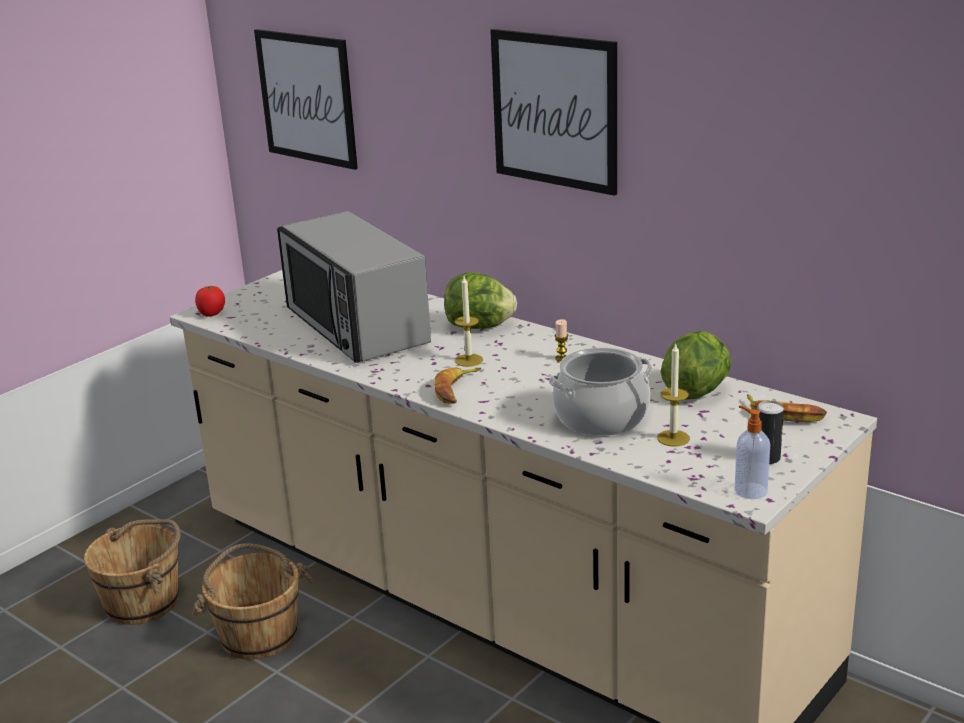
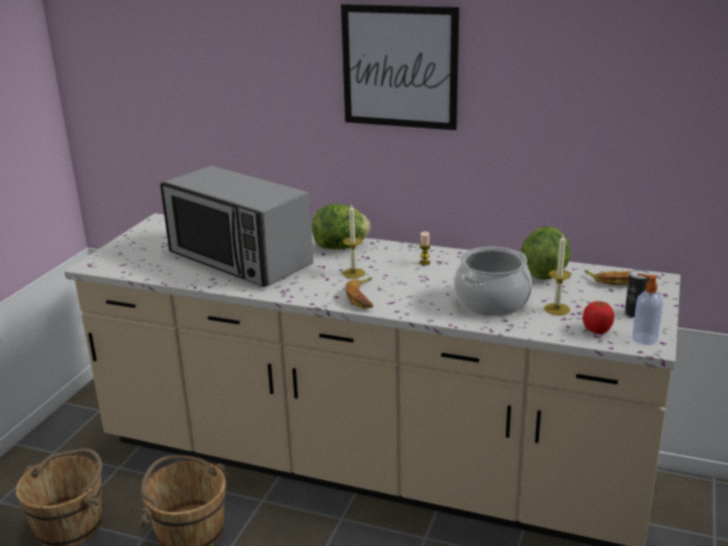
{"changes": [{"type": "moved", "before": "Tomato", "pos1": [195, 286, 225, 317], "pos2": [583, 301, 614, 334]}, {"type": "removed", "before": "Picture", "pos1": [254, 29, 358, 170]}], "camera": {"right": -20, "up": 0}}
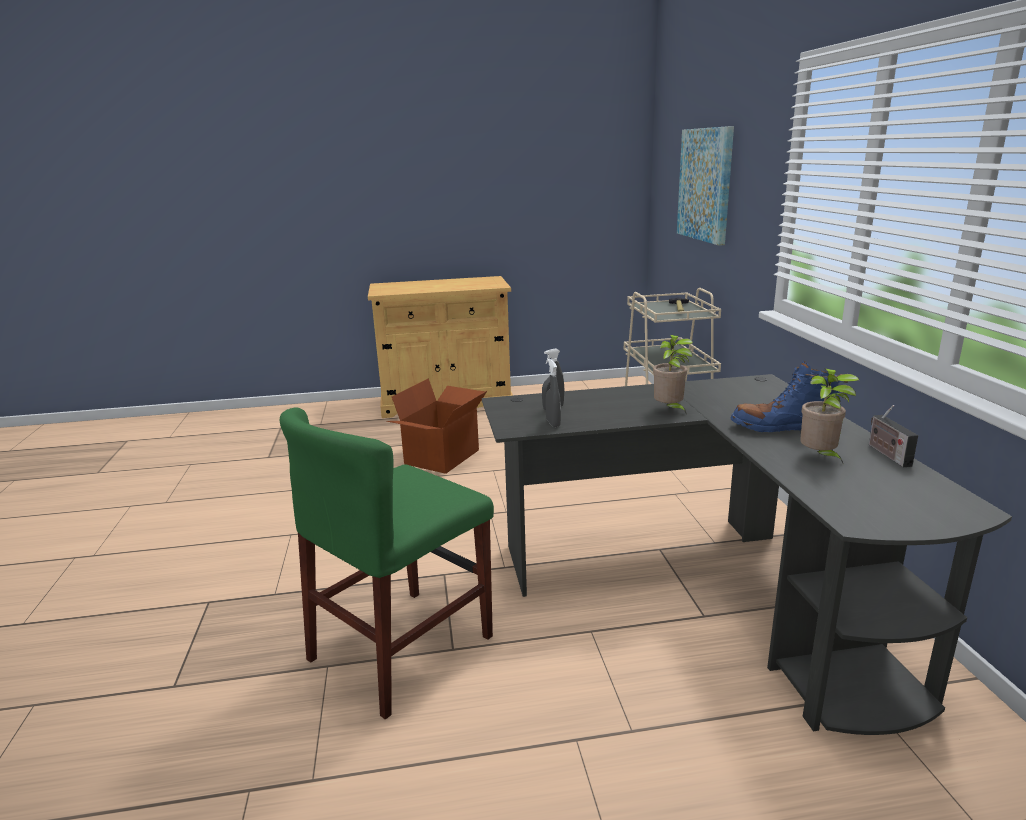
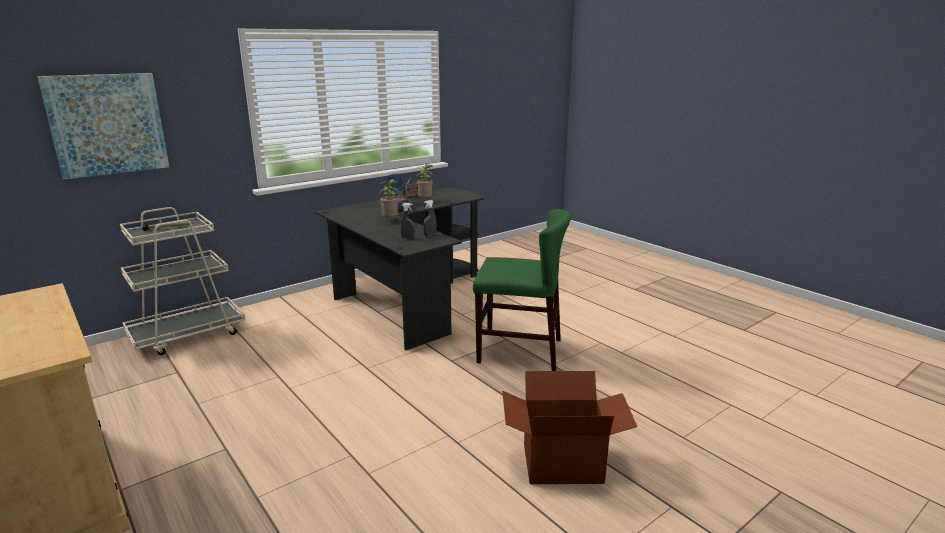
{"changes": [{"type": "moved", "before": "CardboardBox", "pos1": [386, 378, 488, 474], "pos2": [502, 371, 637, 484]}], "camera": {"right": -120, "up": 0}}
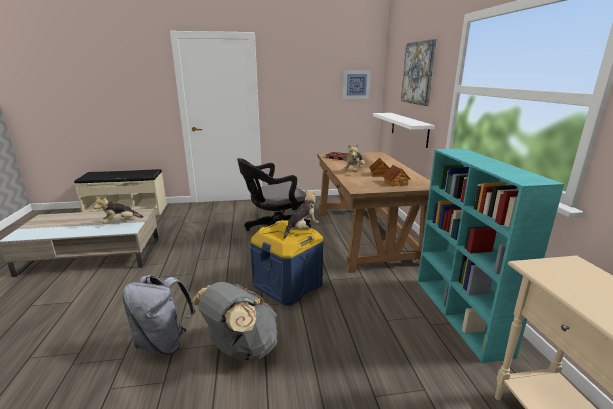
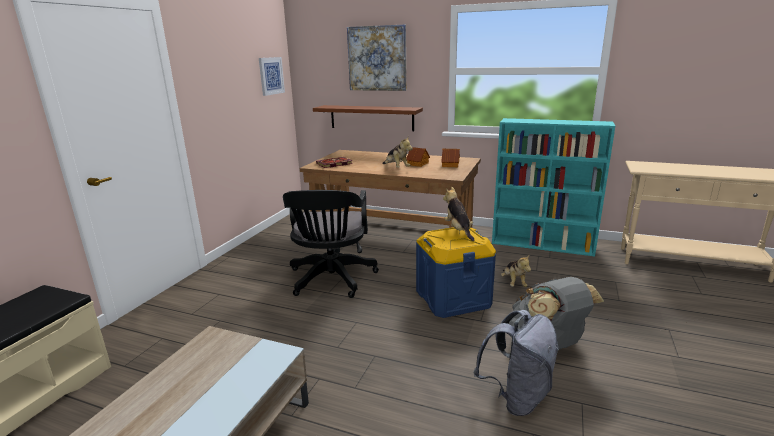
{"changes": [{"type": "recoloured", "before": "WhiteShelf", "after": "BrownShelf", "pos1": [373, 113, 435, 148], "pos2": [313, 105, 423, 131]}, {"type": "moved", "before": "PlushToy", "pos1": [94, 196, 144, 223], "pos2": [501, 254, 531, 287]}], "camera": {"right": -60, "up": 0}}
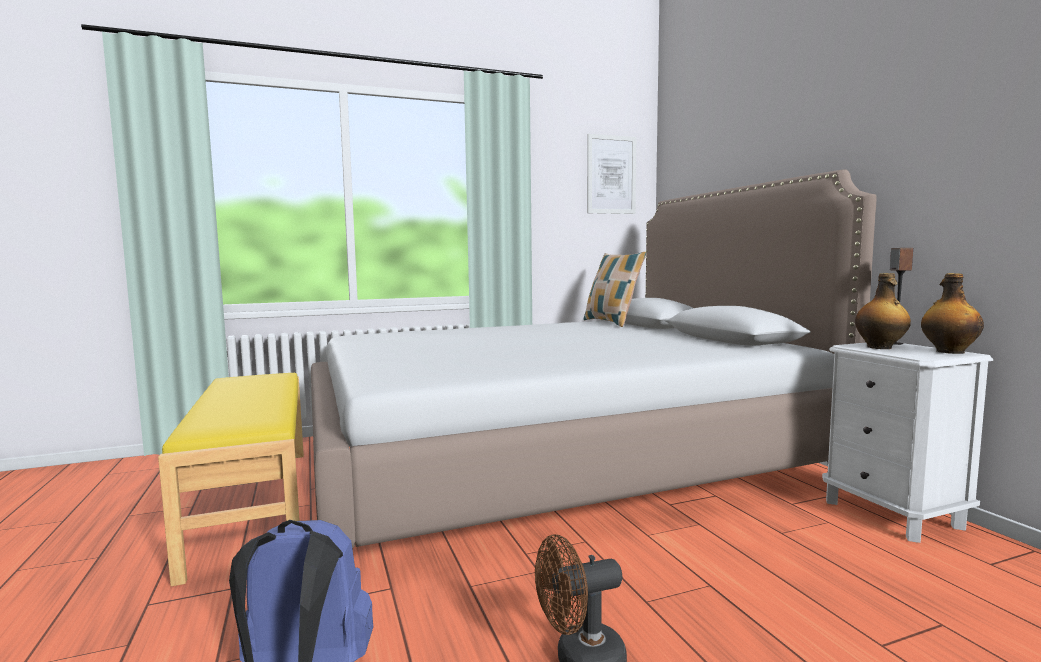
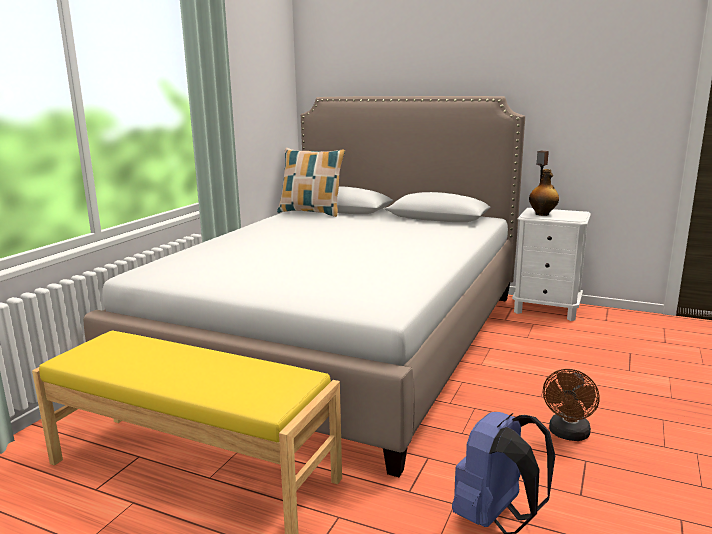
{"changes": [{"type": "removed", "before": "Picture", "pos1": [587, 134, 636, 214]}, {"type": "removed", "before": "Bottle", "pos1": [921, 273, 984, 354]}], "camera": {"right": -45, "up": 10}}
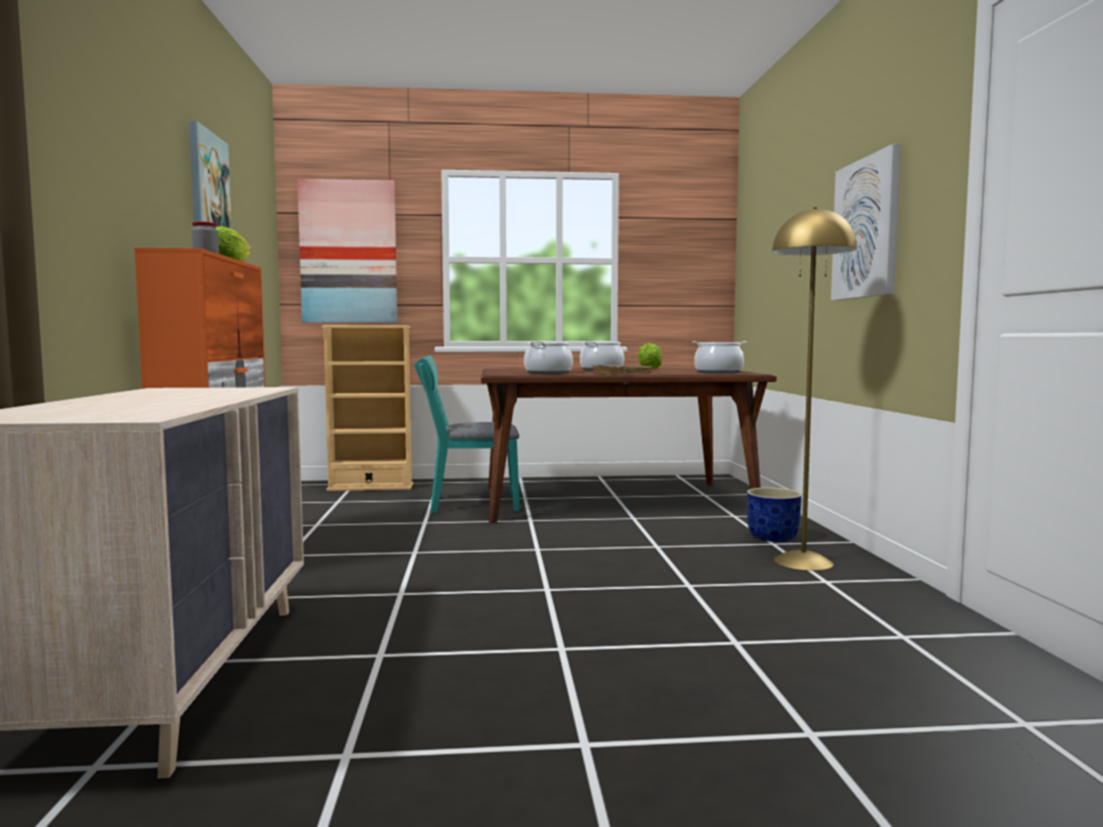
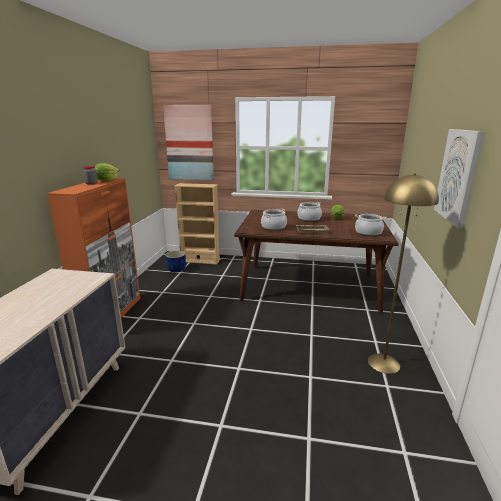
{"changes": [{"type": "moved", "before": "BluePlanter", "pos1": [747, 488, 802, 542], "pos2": [165, 250, 186, 272]}, {"type": "removed", "before": "Picture", "pos1": [189, 121, 232, 229]}, {"type": "removed", "before": "TurquoiseChair", "pos1": [413, 356, 520, 513]}], "camera": {"right": 15, "up": 15}}
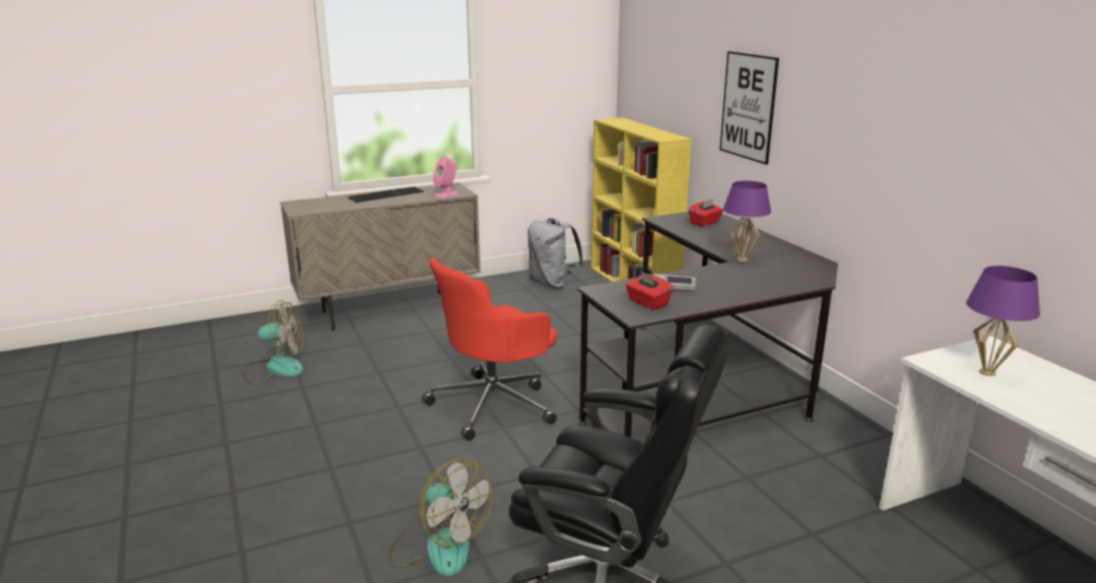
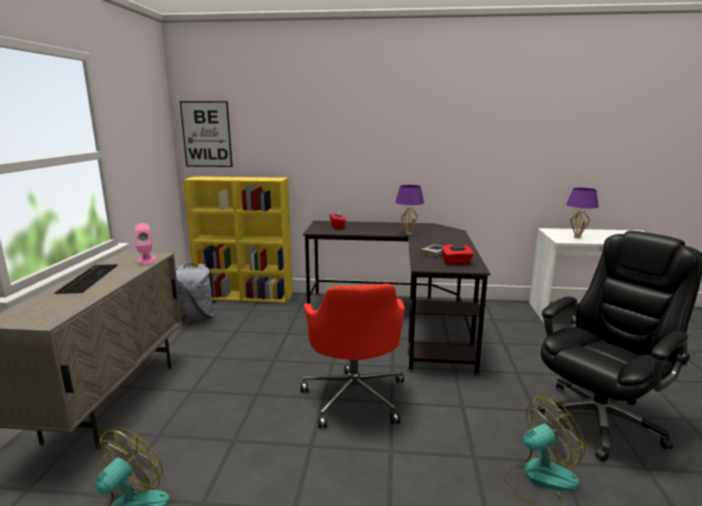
{"changes": [{"type": "moved", "before": "Picture", "pos1": [720, 51, 779, 165], "pos2": [180, 101, 233, 167]}], "camera": {"right": -60, "up": -5}}
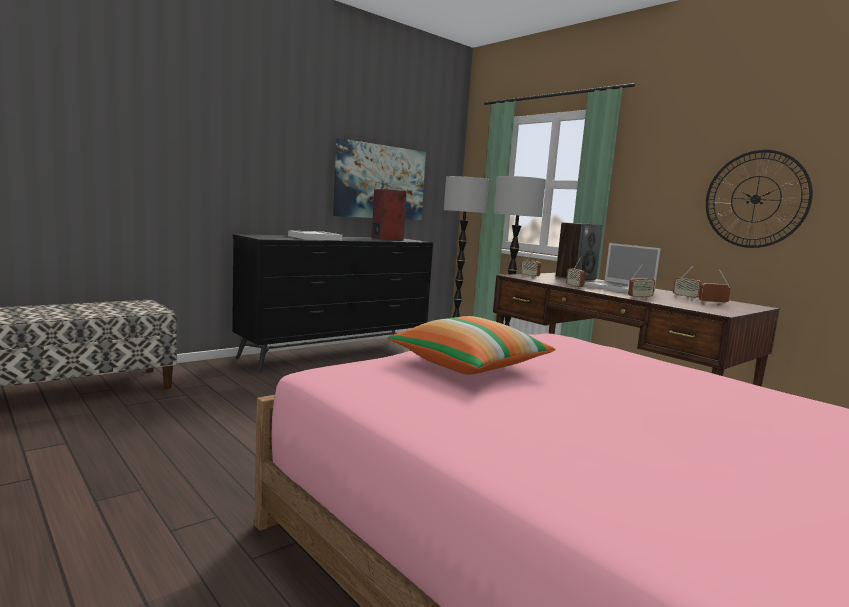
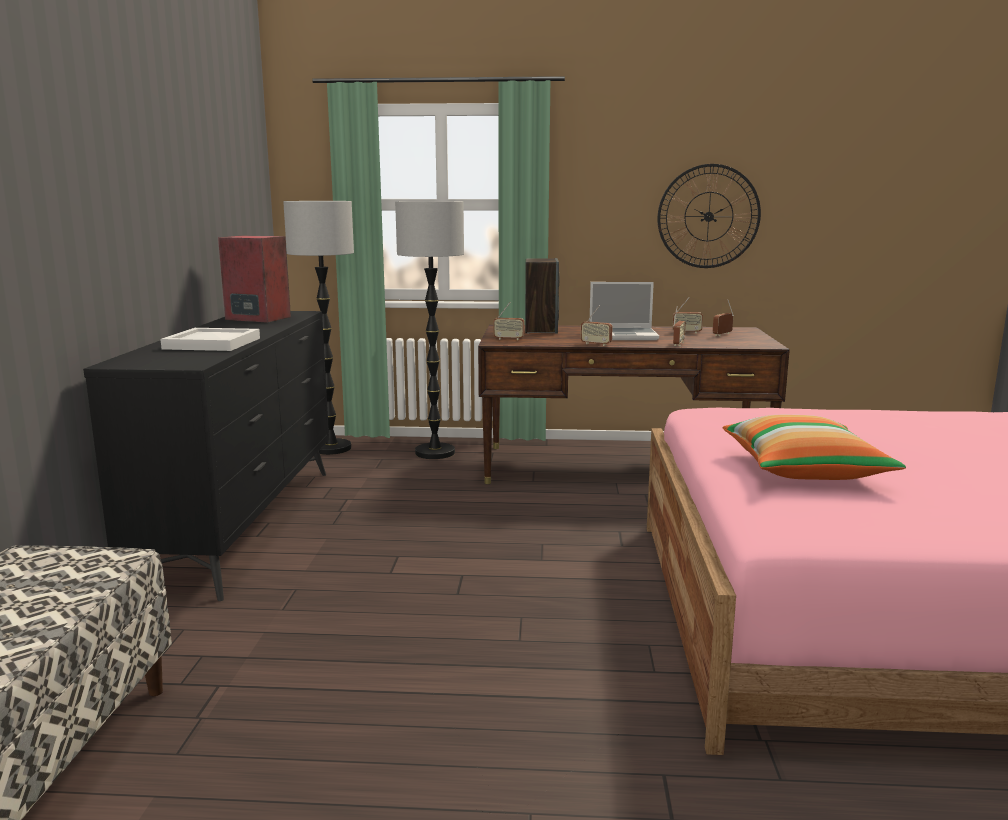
{"changes": [{"type": "removed", "before": "Picture", "pos1": [333, 138, 426, 220]}], "camera": {"right": -45, "up": 5}}
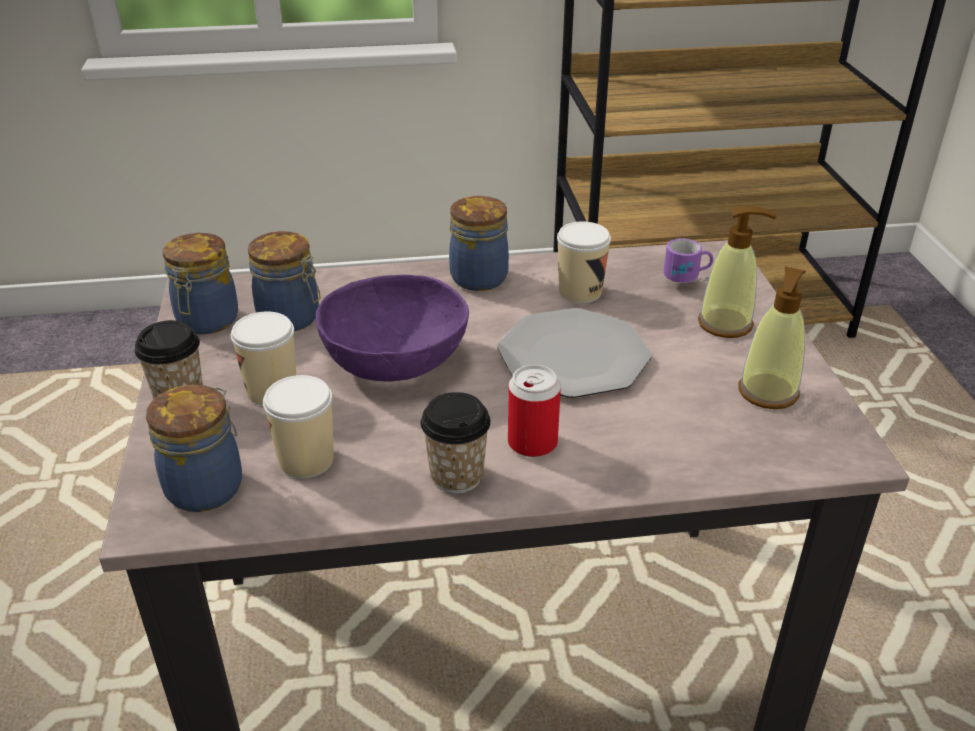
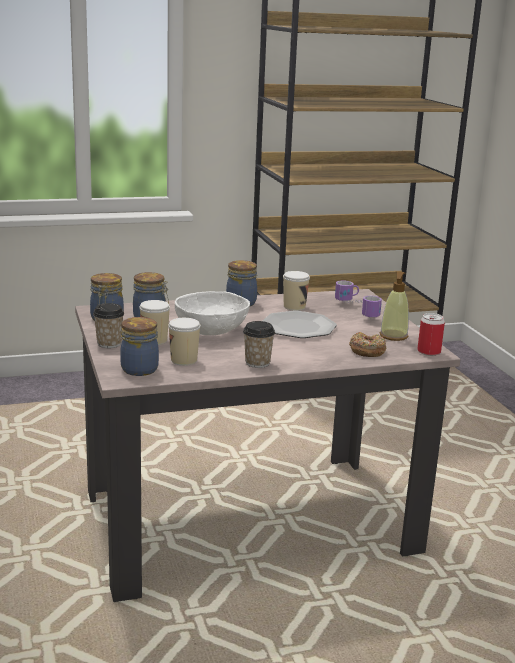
{"changes": [{"type": "recoloured", "before": "PurpleBowl", "after": "WhiteBowl", "pos1": [316, 275, 469, 382], "pos2": [175, 291, 250, 335]}, {"type": "added", "after": "Donut", "pos2": [349, 332, 386, 357]}, {"type": "replaced", "before": "SoapDispenser", "after": "Mug", "pos1": [698, 206, 776, 338], "pos2": [362, 296, 382, 318]}, {"type": "moved", "before": "Can", "pos1": [508, 365, 561, 457], "pos2": [417, 313, 445, 356]}], "camera": {"right": -10, "up": -15}}
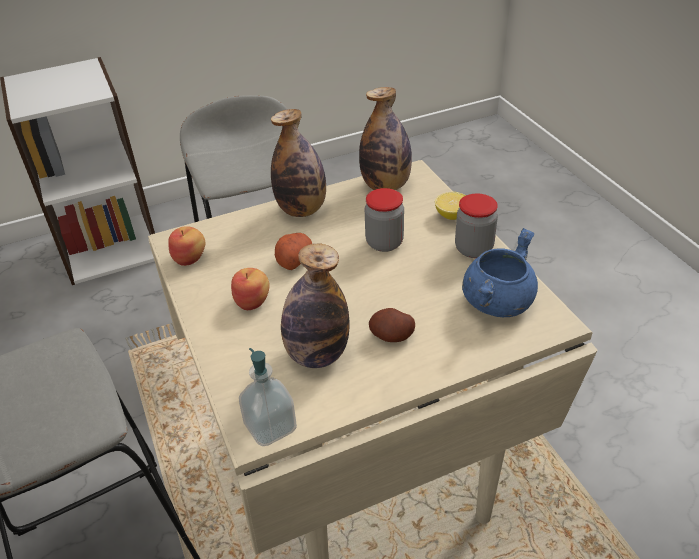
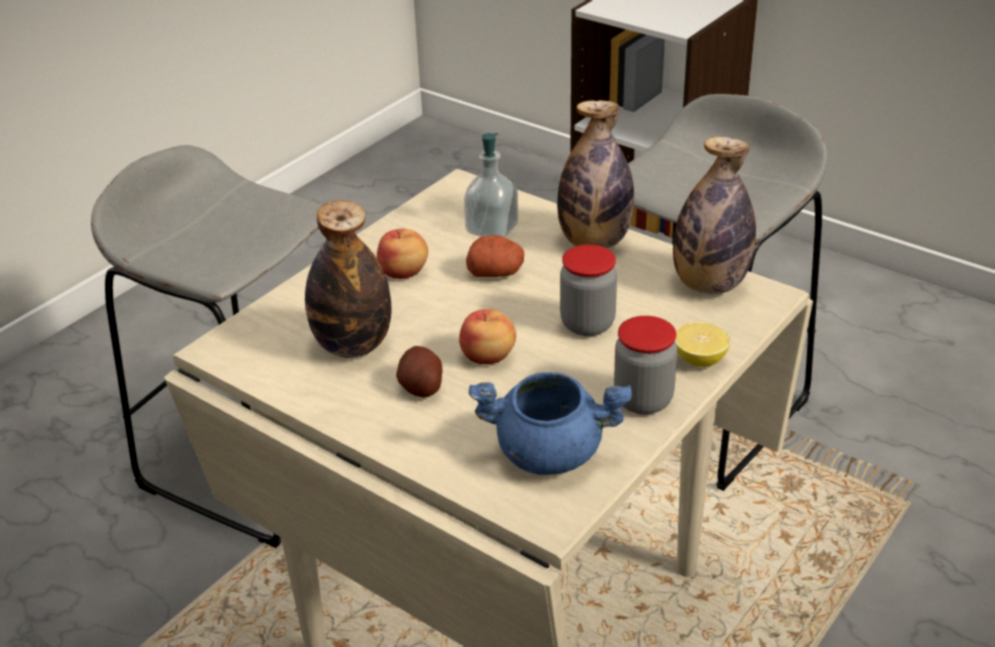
{"changes": [{"type": "moved", "before": "Apple", "pos1": [168, 226, 205, 266], "pos2": [459, 309, 516, 365]}, {"type": "moved", "before": "SoapDispenser", "pos1": [239, 348, 297, 446], "pos2": [464, 133, 518, 237]}], "camera": {"right": 60, "up": -5}}
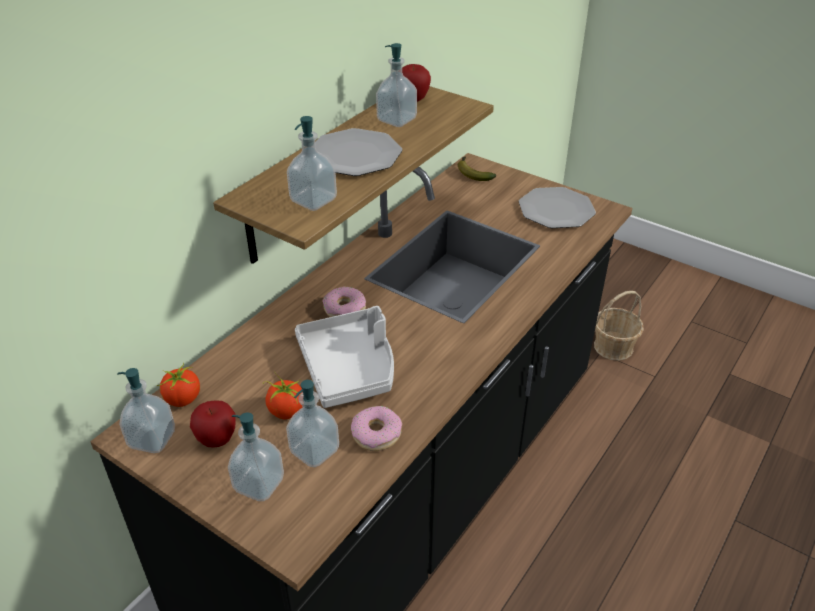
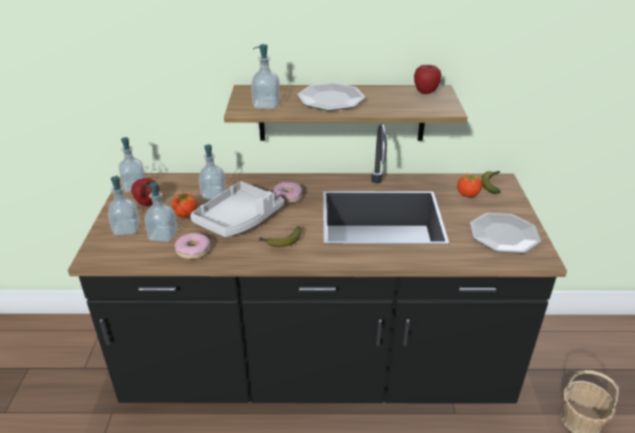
{"changes": [{"type": "moved", "before": "SoapDispenser", "pos1": [376, 43, 417, 127], "pos2": [199, 144, 226, 199]}, {"type": "added", "after": "Banana", "pos2": [259, 226, 302, 247]}, {"type": "moved", "before": "Tomato", "pos1": [157, 363, 200, 407], "pos2": [457, 172, 483, 197]}], "camera": {"right": 55, "up": -5}}
